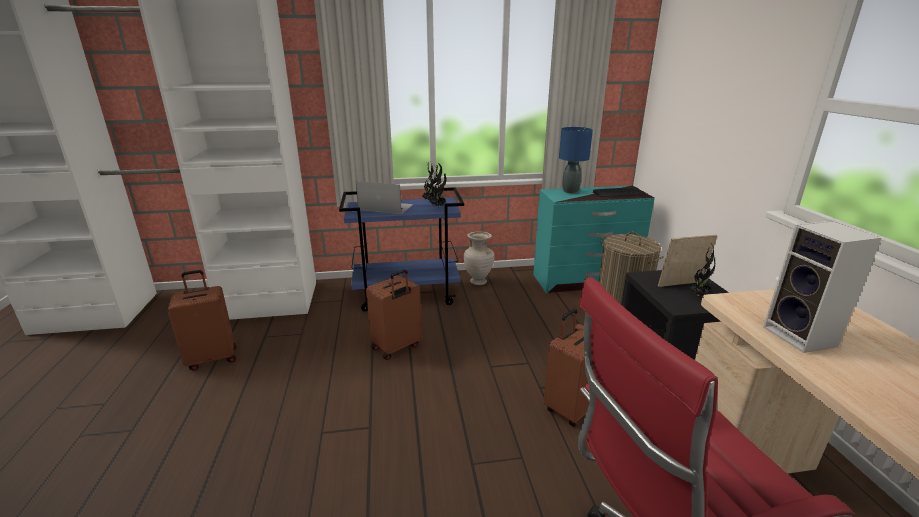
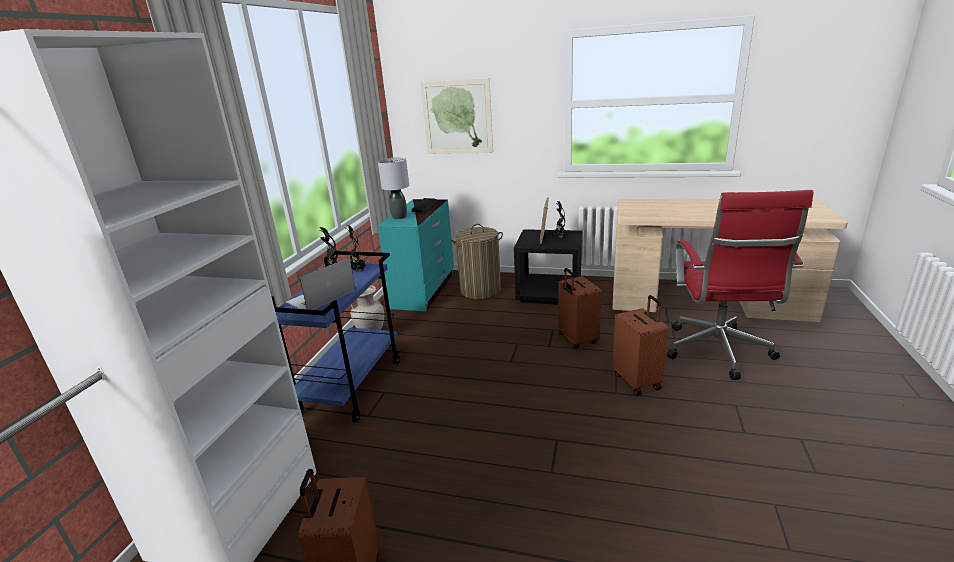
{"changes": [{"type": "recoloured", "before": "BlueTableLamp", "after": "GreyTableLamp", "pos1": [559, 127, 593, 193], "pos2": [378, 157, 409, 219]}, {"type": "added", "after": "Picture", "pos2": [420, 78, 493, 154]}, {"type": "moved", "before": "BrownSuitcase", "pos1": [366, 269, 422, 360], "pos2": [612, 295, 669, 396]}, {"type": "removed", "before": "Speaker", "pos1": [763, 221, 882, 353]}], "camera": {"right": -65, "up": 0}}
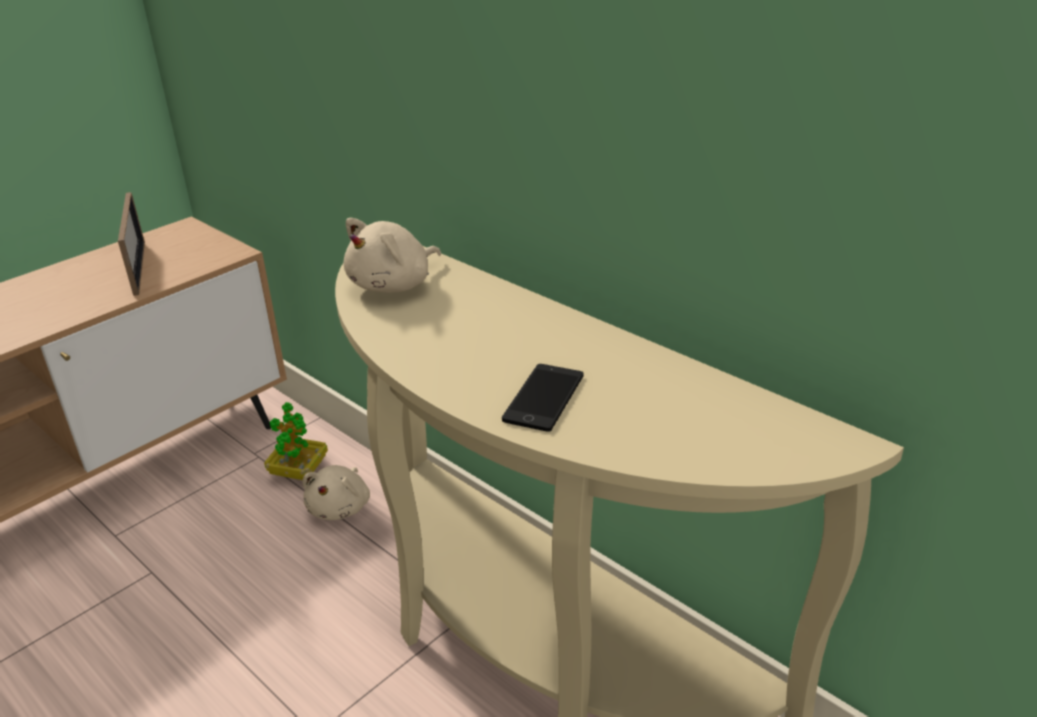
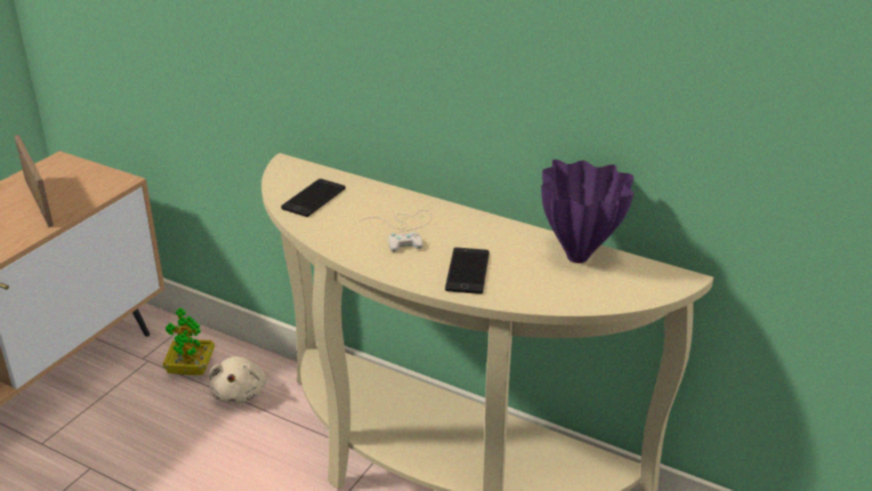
{"changes": [{"type": "replaced", "before": "BeigePlushToy", "after": "Phone", "pos1": [343, 218, 441, 293], "pos2": [281, 179, 345, 217]}, {"type": "added", "after": "WhiteGameController", "pos2": [359, 210, 432, 252]}, {"type": "added", "after": "PurpleVase", "pos2": [541, 159, 634, 263]}], "camera": {"right": -15, "up": 0}}
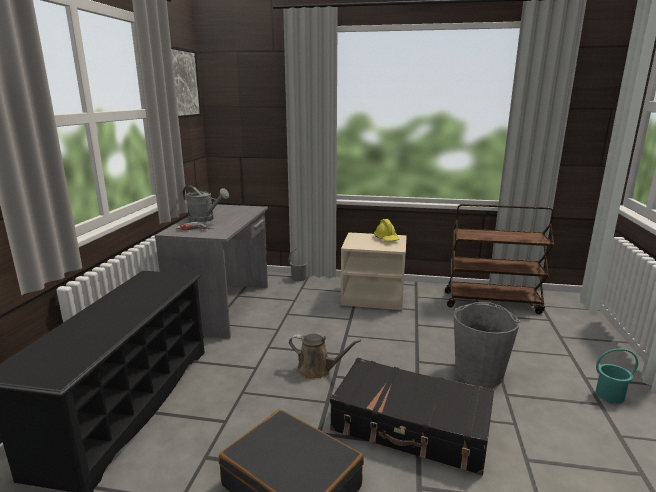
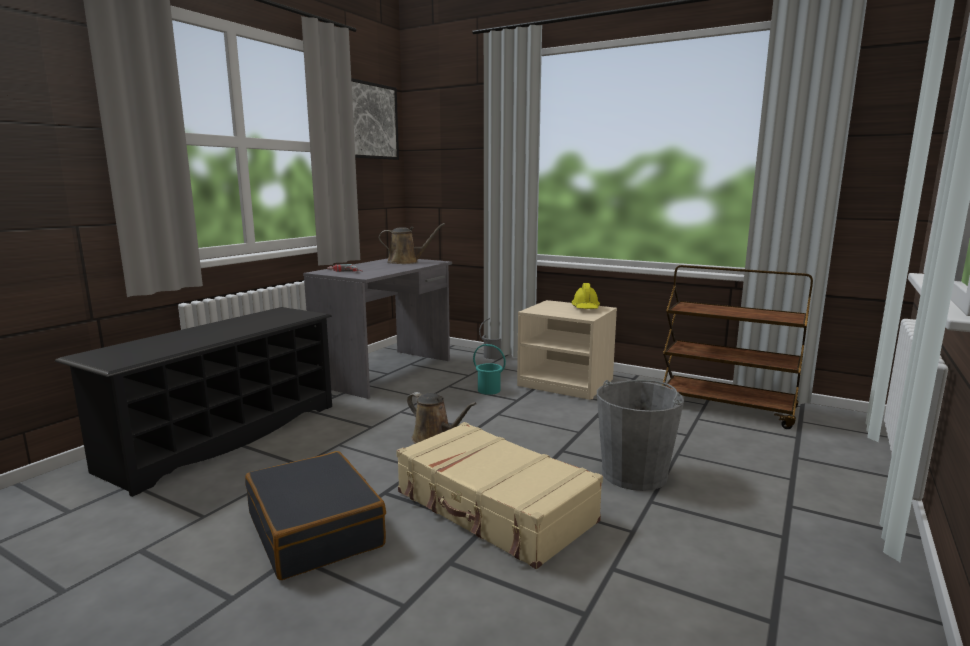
{"changes": [{"type": "added", "after": "BrownWateringCan", "pos2": [379, 223, 445, 264]}, {"type": "recoloured", "before": "BlackSuitcase", "after": "BeigeSuitcase", "pos1": [330, 358, 494, 475], "pos2": [396, 422, 603, 569]}, {"type": "moved", "before": "TurquoiseBucket", "pos1": [596, 348, 638, 403], "pos2": [473, 344, 506, 395]}, {"type": "removed", "before": "GreyWateringCan", "pos1": [183, 185, 229, 222]}], "camera": {"right": 20, "up": -5}}
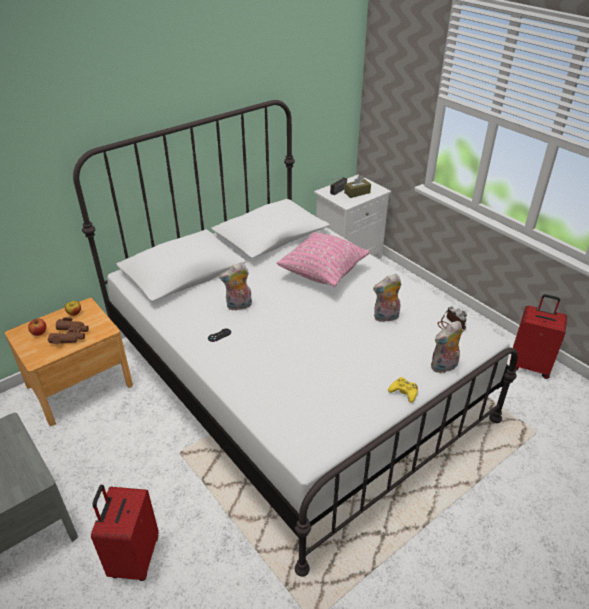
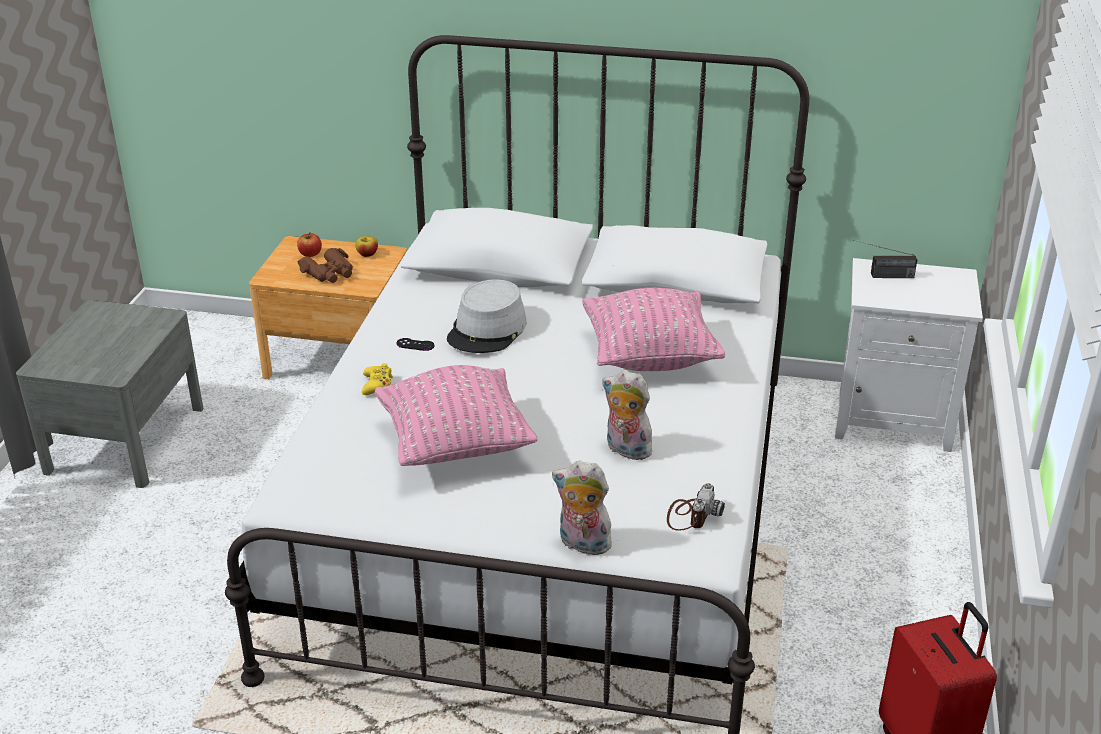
{"changes": [{"type": "moved", "before": "YellowGameController", "pos1": [388, 377, 418, 403], "pos2": [362, 363, 393, 395]}, {"type": "added", "after": "PinkPillow", "pos2": [374, 365, 538, 466]}, {"type": "replaced", "before": "PlushToy", "after": "GreyHat", "pos1": [220, 263, 252, 311], "pos2": [447, 279, 527, 353]}, {"type": "removed", "before": "RedSuitcase", "pos1": [91, 485, 159, 581]}, {"type": "removed", "before": "BrownTissueBox", "pos1": [344, 175, 371, 198]}], "camera": {"right": 50, "up": -5}}
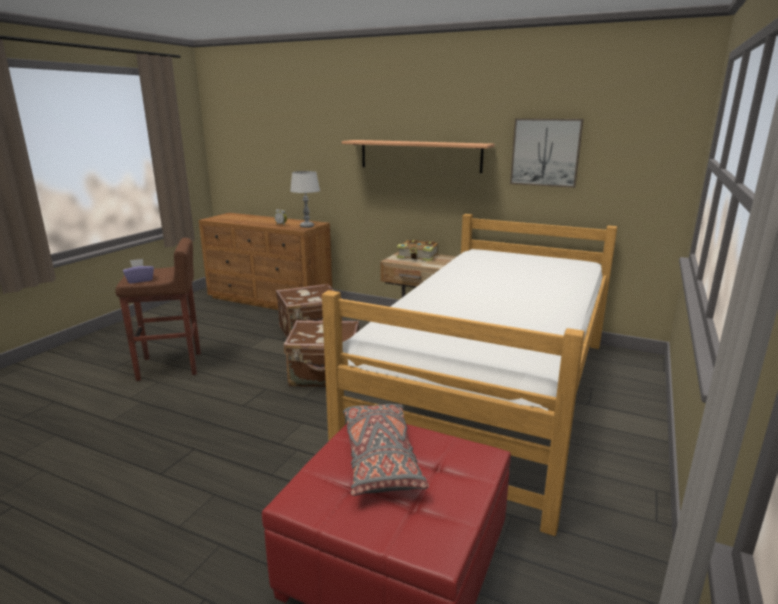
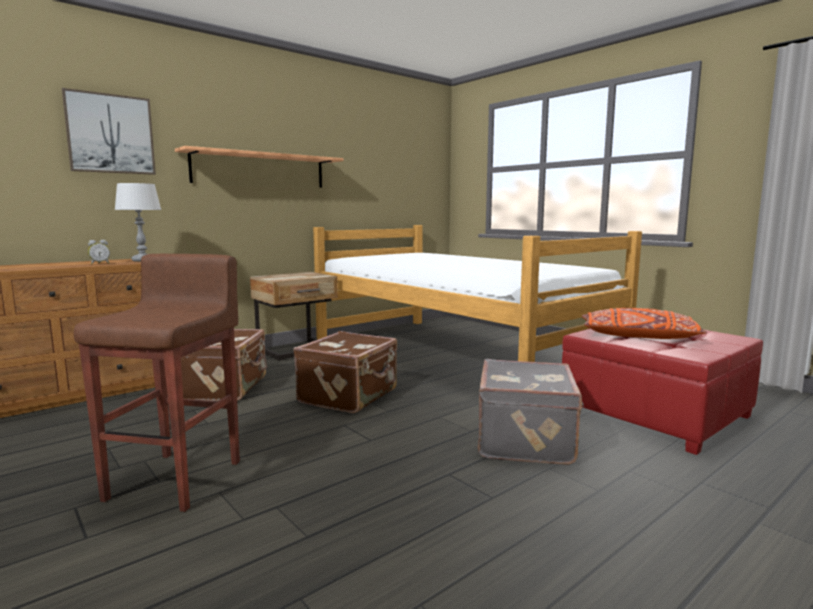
{"changes": [{"type": "moved", "before": "Picture", "pos1": [510, 118, 583, 188], "pos2": [62, 88, 156, 175]}, {"type": "added", "after": "GreySuitcase", "pos2": [478, 359, 584, 465]}, {"type": "recoloured", "before": "GreyPillow", "after": "OrangePillow", "pos1": [343, 404, 429, 496], "pos2": [582, 308, 707, 339]}, {"type": "removed", "before": "PurpleTissueBox", "pos1": [123, 259, 154, 284]}, {"type": "removed", "before": "Book", "pos1": [397, 240, 438, 261]}], "camera": {"right": -65, "up": -10}}
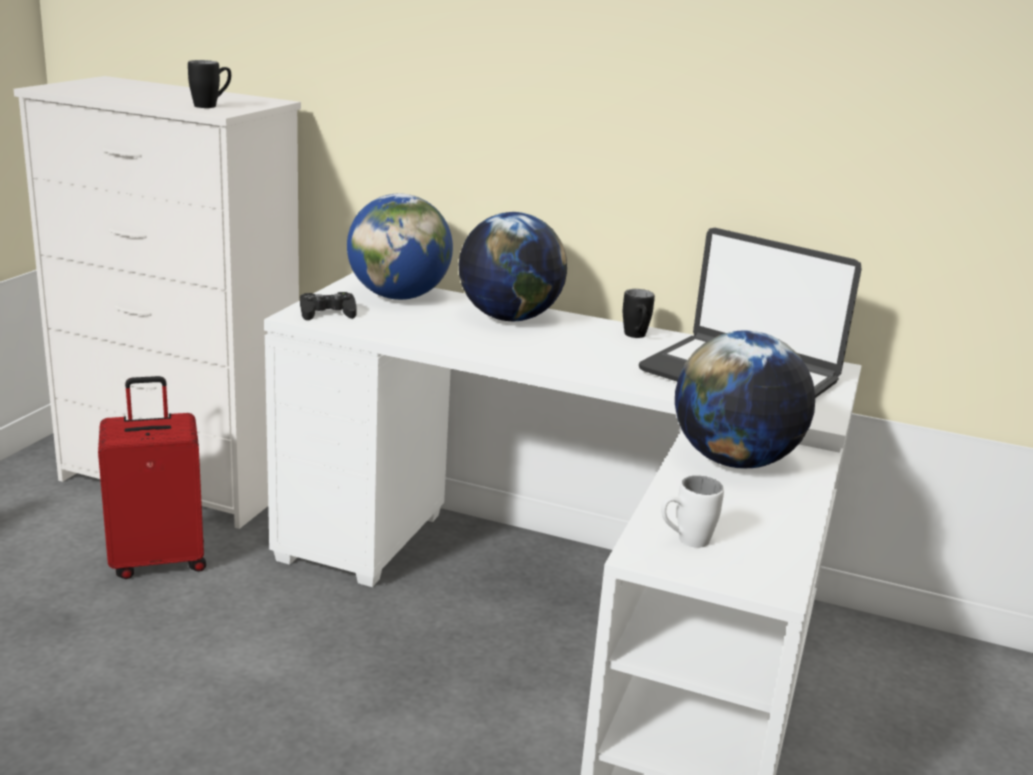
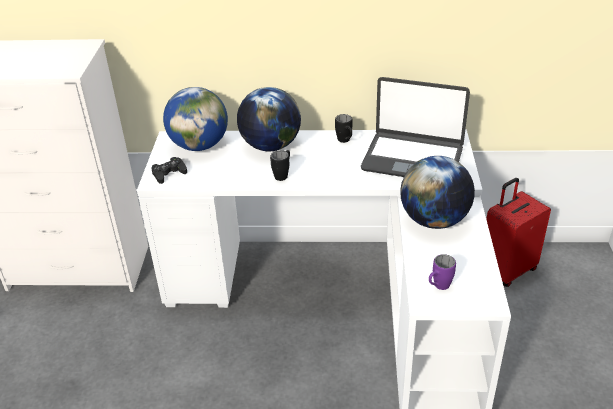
{"changes": [{"type": "moved", "before": "BlackMug", "pos1": [188, 60, 231, 108], "pos2": [270, 150, 290, 181]}, {"type": "recoloured", "before": "WhiteMug", "after": "PurpleMug", "pos1": [661, 476, 724, 548], "pos2": [429, 254, 456, 290]}, {"type": "moved", "before": "RedSuitcase", "pos1": [98, 376, 206, 579], "pos2": [486, 178, 551, 287]}], "camera": {"right": -15, "up": 15}}
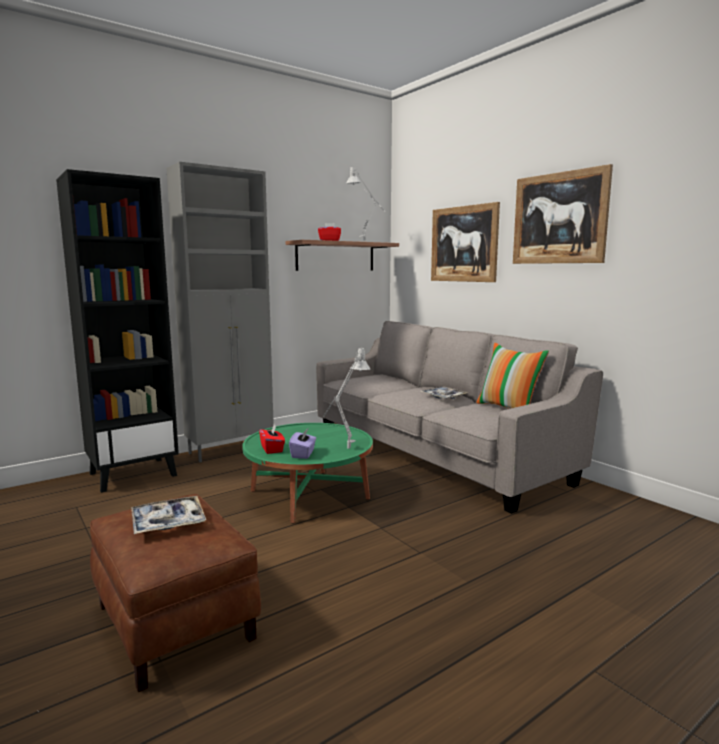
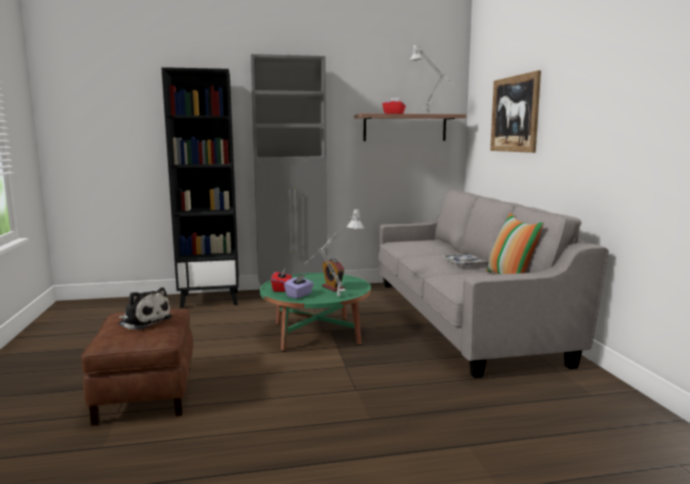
{"changes": [{"type": "replaced", "before": "Tray", "after": "PlushToy", "pos1": [131, 496, 206, 534], "pos2": [119, 287, 172, 329]}, {"type": "added", "after": "AlarmClock", "pos2": [322, 259, 345, 292]}, {"type": "removed", "before": "Picture", "pos1": [513, 164, 613, 264]}], "camera": {"right": 25, "up": 0}}
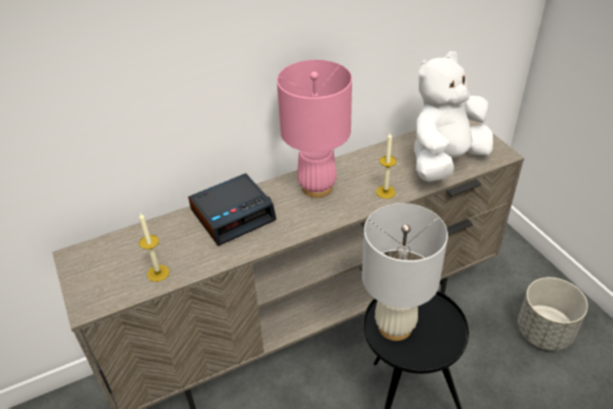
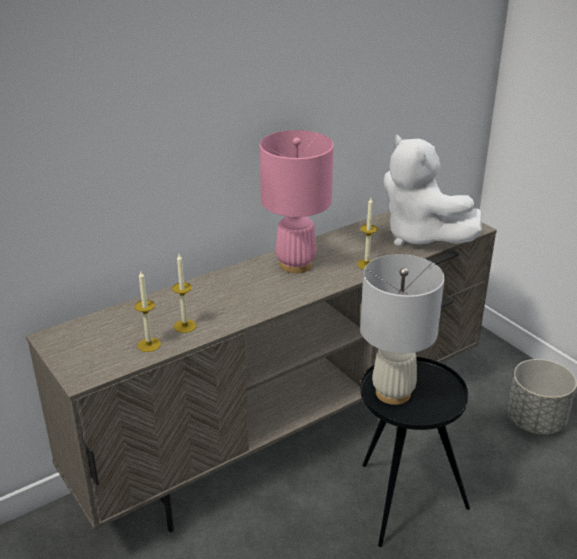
{"changes": [{"type": "added", "after": "Candle", "pos2": [172, 254, 196, 333]}, {"type": "turned", "before": "WhitePlushToy", "pos1": [414, 51, 493, 182], "pos2": [383, 135, 482, 247], "turn": -75}, {"type": "removed", "before": "AlarmClock", "pos1": [188, 173, 276, 246]}], "camera": {"right": -10, "up": -10}}
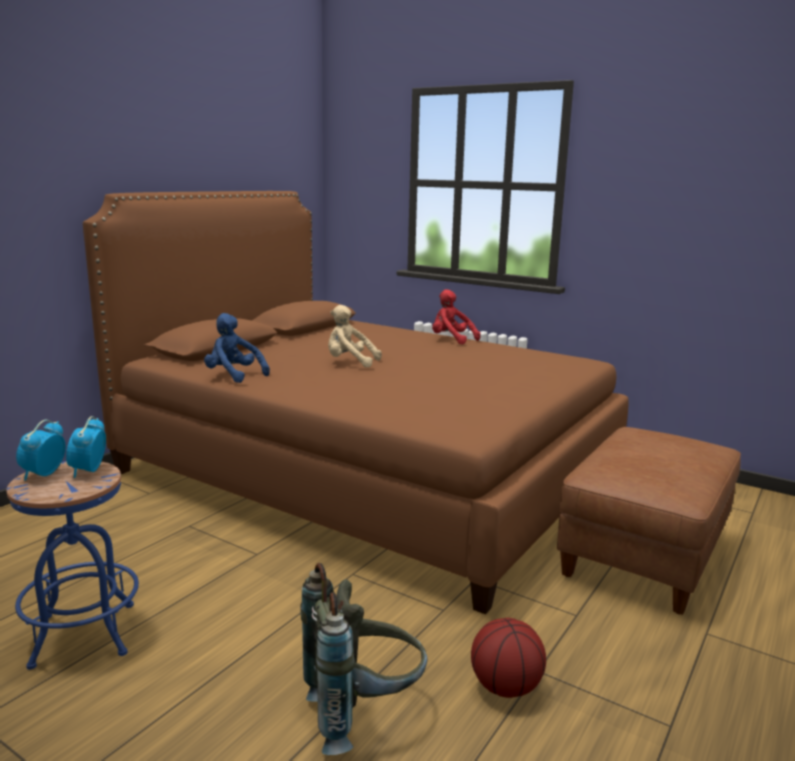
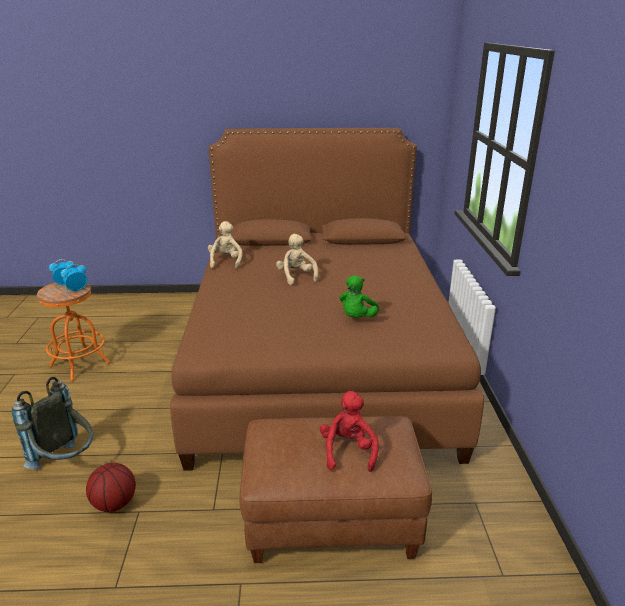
{"changes": [{"type": "recoloured", "before": "BlueStool", "after": "OrangeStool", "pos1": [6, 461, 139, 670], "pos2": [37, 282, 111, 381]}, {"type": "recoloured", "before": "BluePlushToy", "after": "BeigePlushToy", "pos1": [204, 313, 270, 383], "pos2": [208, 221, 242, 269]}, {"type": "moved", "before": "RedPlushToy", "pos1": [432, 289, 481, 344], "pos2": [320, 391, 379, 472]}, {"type": "added", "after": "GreenPlushToy", "pos2": [339, 275, 379, 318]}], "camera": {"right": 55, "up": 10}}
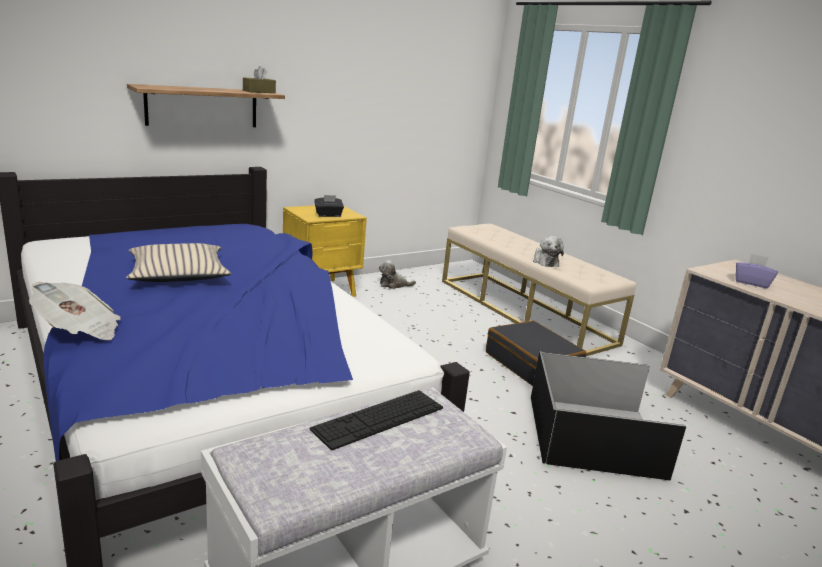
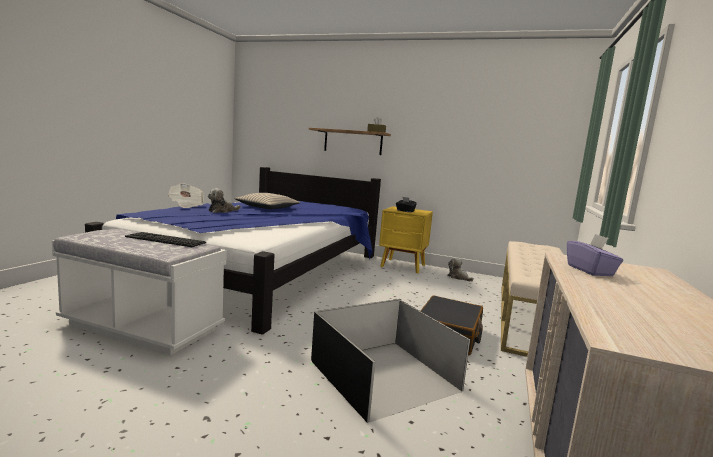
{"changes": [{"type": "moved", "before": "PlushToy", "pos1": [533, 236, 564, 267], "pos2": [208, 188, 240, 213]}], "camera": {"right": 55, "up": -10}}
